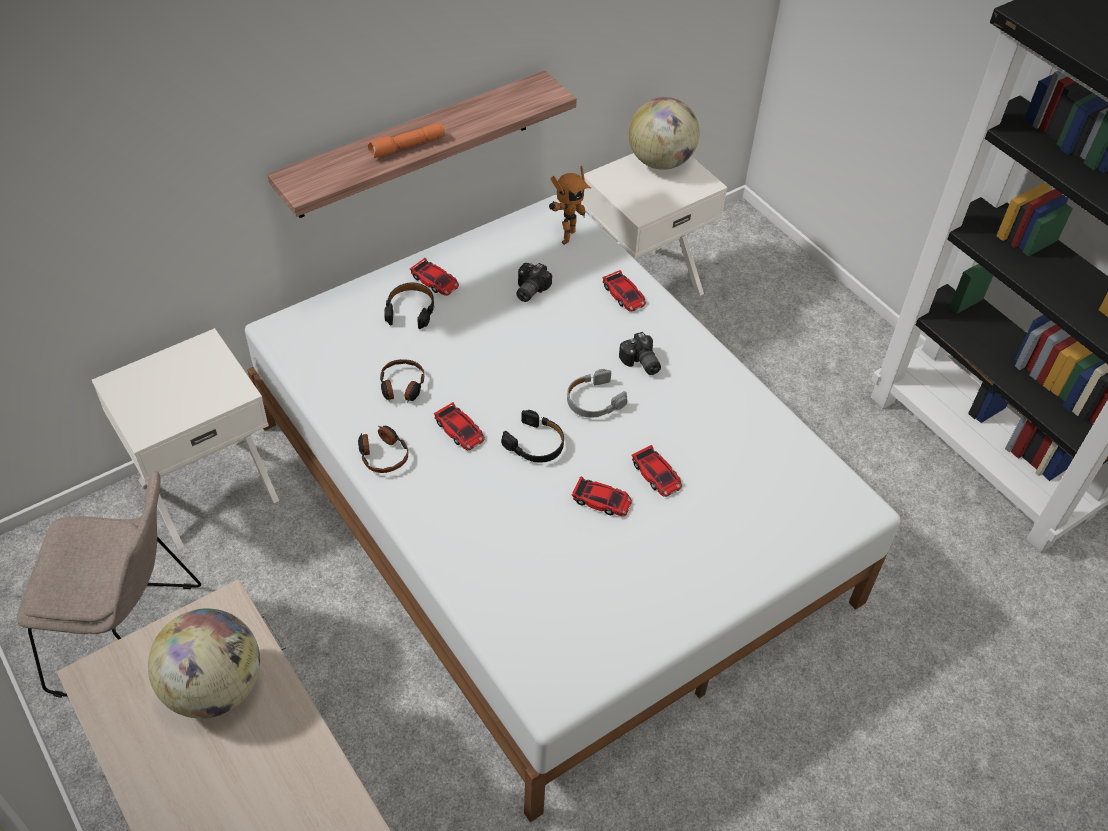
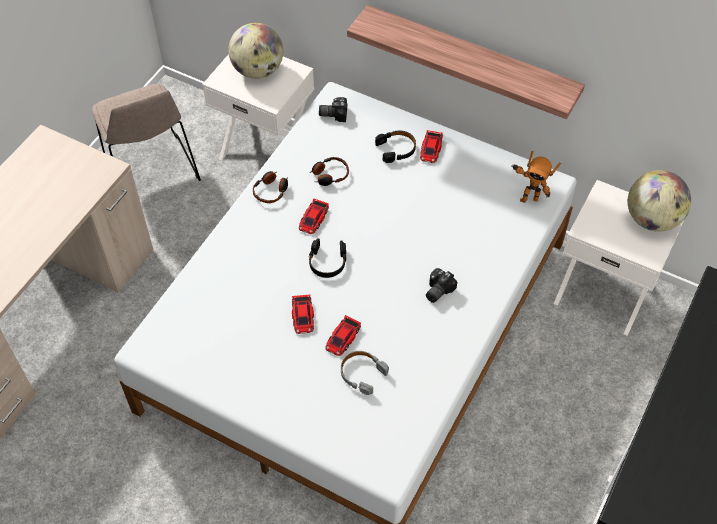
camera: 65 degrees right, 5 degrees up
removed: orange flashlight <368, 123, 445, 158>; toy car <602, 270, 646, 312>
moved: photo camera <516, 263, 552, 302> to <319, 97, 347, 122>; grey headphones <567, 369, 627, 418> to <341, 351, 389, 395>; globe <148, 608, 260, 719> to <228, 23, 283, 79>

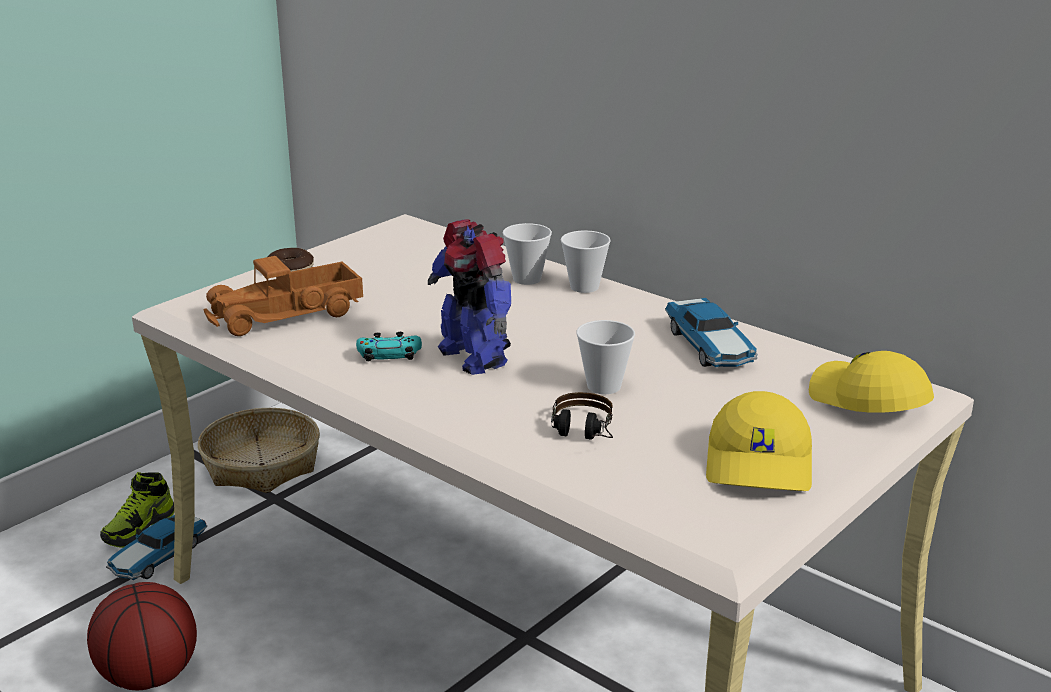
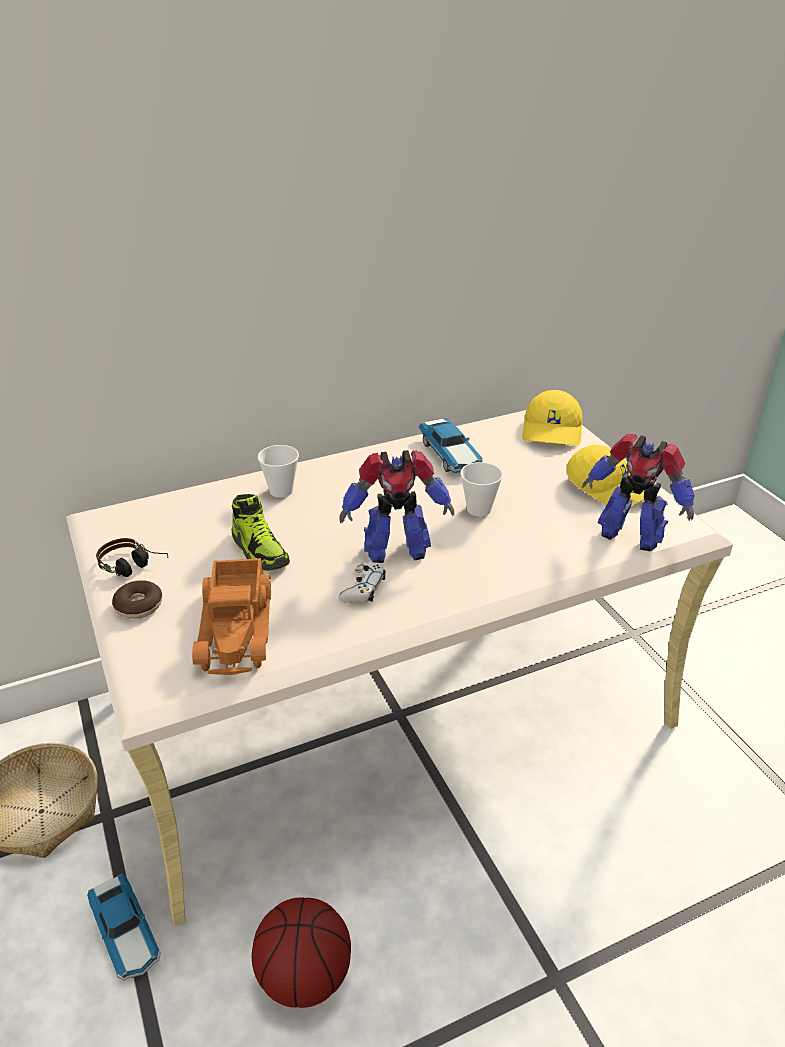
camera: 65 degrees left, 10 degrees up
removed: cup <561, 230, 611, 293>
added: toy robot <582, 434, 695, 551>
moved: headphones <551, 392, 613, 440> to <96, 538, 168, 577>; shoe <100, 472, 174, 548> to <232, 494, 290, 571>
recoloured: turquoise game controller <356, 332, 422, 361> to white game controller <339, 562, 386, 603>
turned: toy car <665, 298, 757, 367> = <419, 418, 483, 473> 60 degrees clockwise; yellow cap <809, 351, 934, 413> = <522, 390, 583, 446> 75 degrees counterclockwise

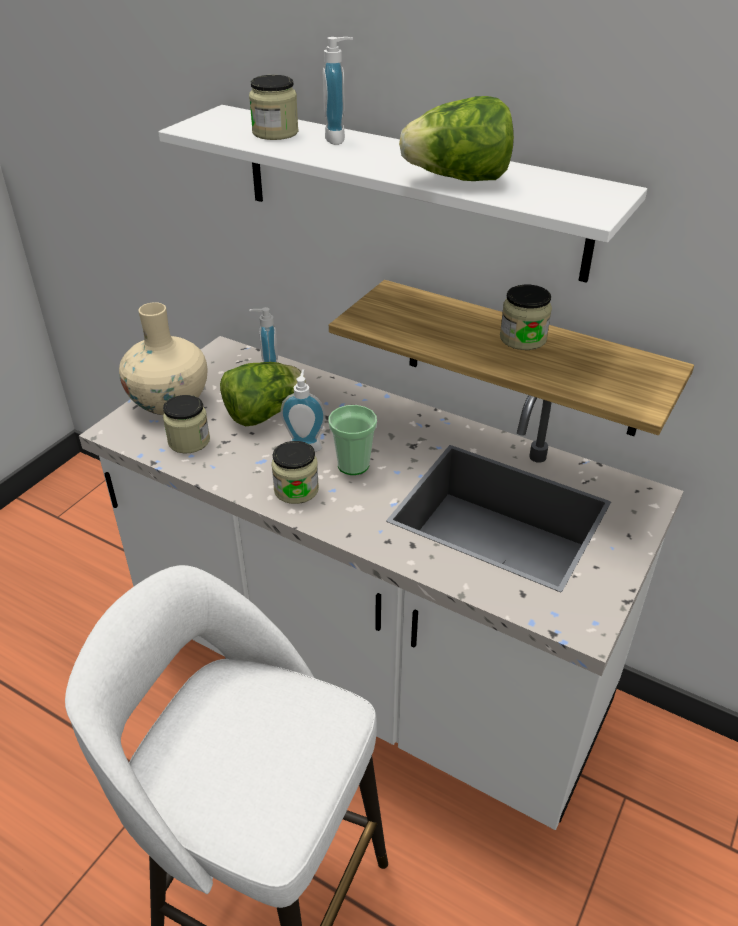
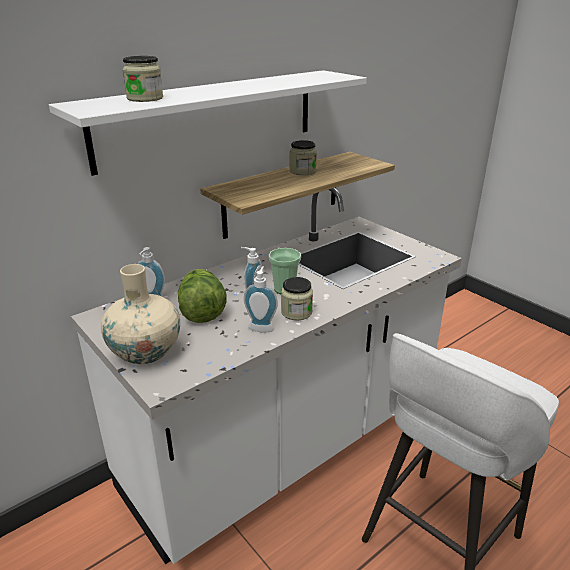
camera: 70 degrees left, 10 degrees down
removed: lettuce <399, 96, 514, 181>; jar <163, 395, 210, 453>
moved: soap dispenser <323, 37, 353, 145> to <244, 266, 278, 332>

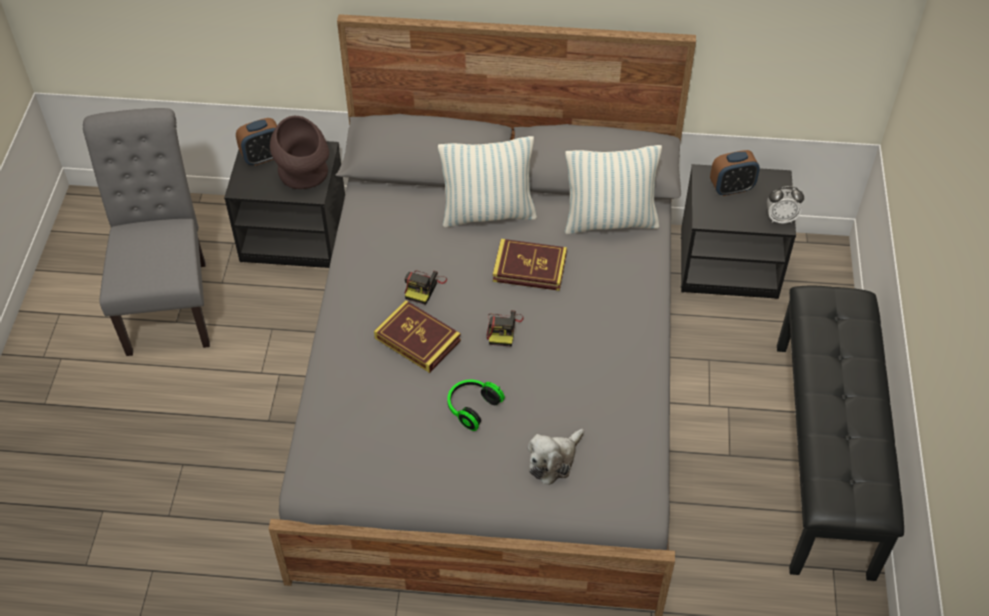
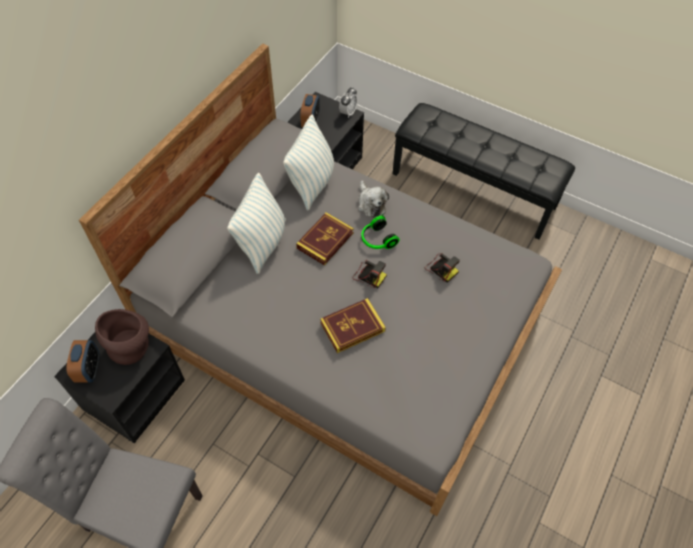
camera: 65 degrees left, 5 degrees up
moved: photo camera <404, 270, 447, 305> to <425, 253, 460, 283>; headphones <447, 380, 505, 431> to <361, 215, 400, 249>; plush toy <528, 429, 584, 485> to <358, 180, 389, 218>

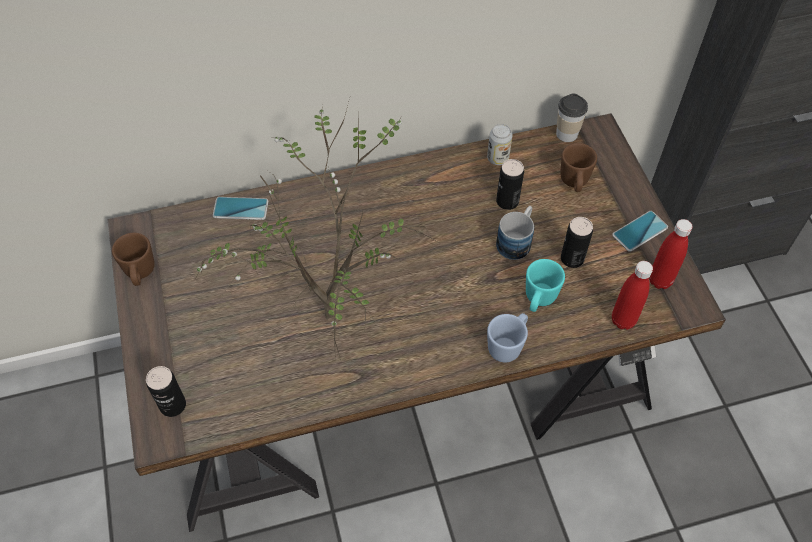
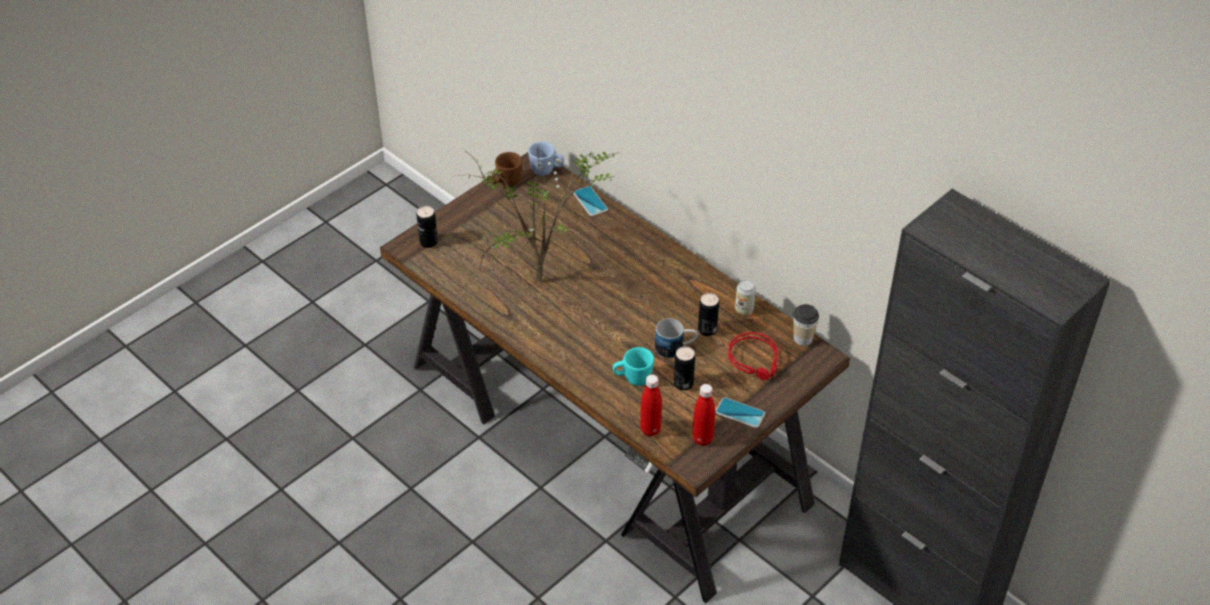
camera: 60 degrees right, 10 degrees down
moved: blue mug <487, 313, 528, 363> to <528, 141, 564, 176>
replaced: brown mug <560, 143, 597, 192> to red headphones <728, 332, 781, 380>

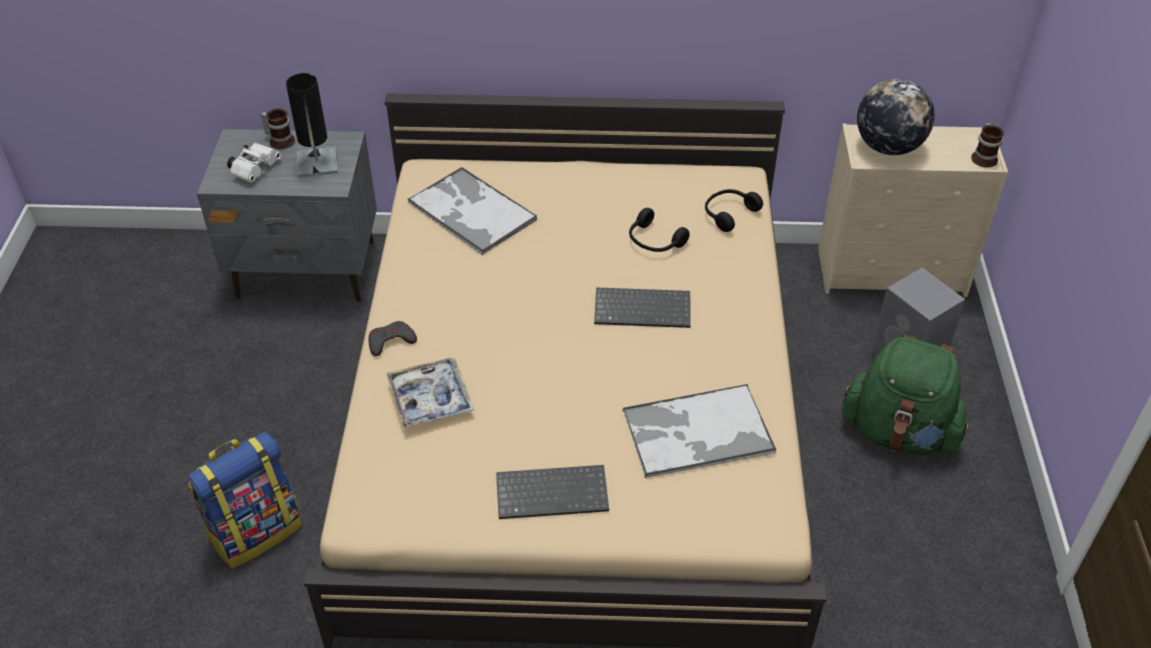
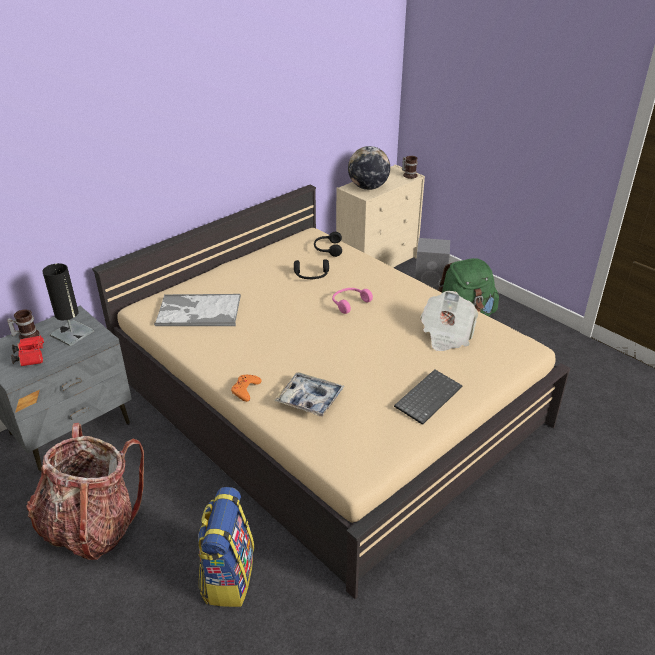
camera: 45 degrees left, 10 degrees down
added: backpack <26, 423, 144, 560>
replaced: keyboard <594, 288, 691, 328> to pink headphones <332, 288, 373, 314>; tray <623, 384, 776, 478> to newspaper <420, 291, 478, 351>
recoloured: white binoculars <227, 143, 281, 183> to red binoculars <11, 336, 44, 366>; grey game controller <369, 321, 417, 356> to orange game controller <231, 375, 261, 402>

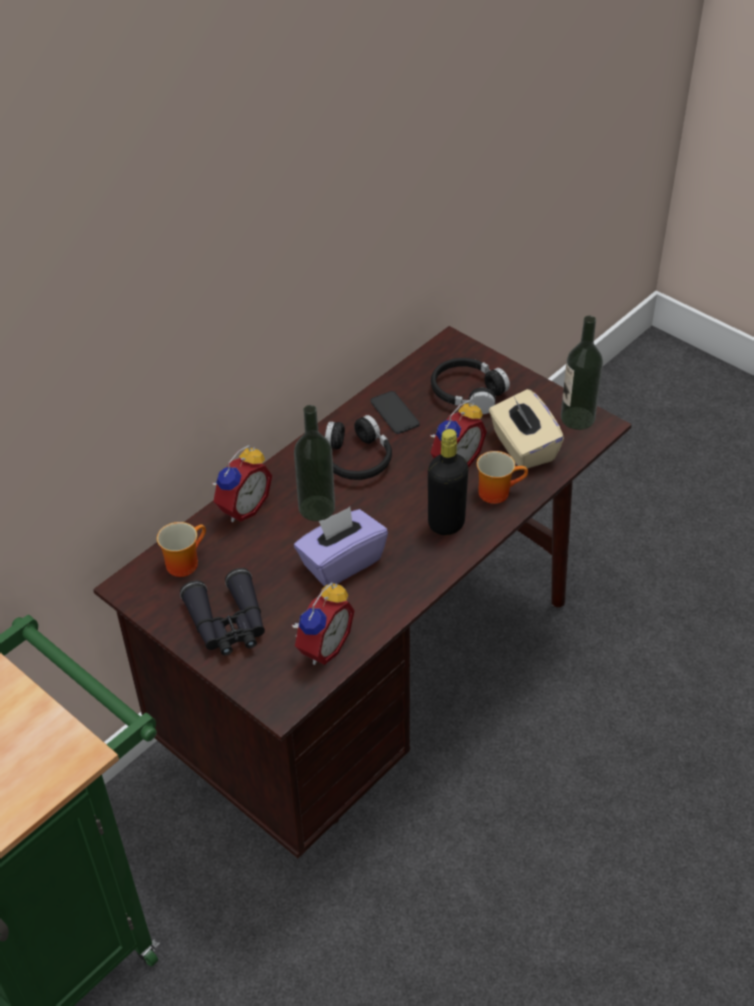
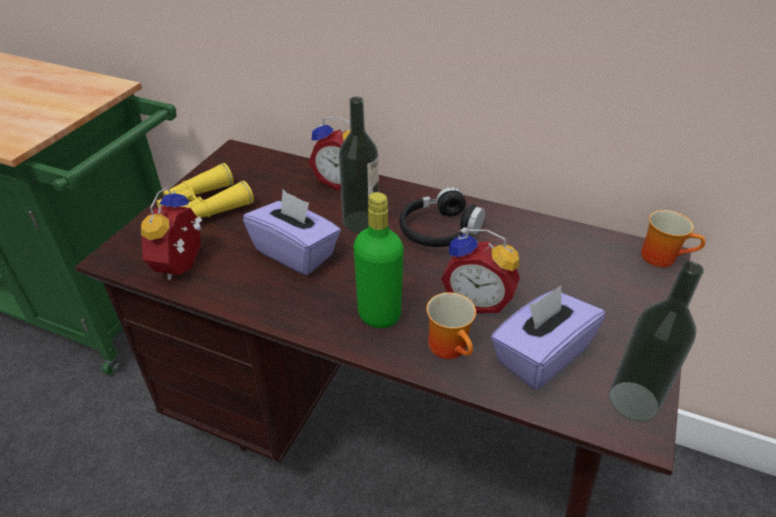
camera: 70 degrees right, 5 degrees down
removed: black headphones <431, 358, 510, 414>; phone <370, 391, 420, 434>
moved: mug <157, 522, 206, 577> to <641, 210, 705, 267>
recoloured: beige tissue box <489, 389, 564, 469> to purple tissue box <491, 286, 605, 389>; black bottle <428, 429, 469, 535> to green bottle <354, 192, 404, 328>; black binoculars <180, 568, 265, 655> to yellow binoculars <156, 163, 254, 218>
turned: alarm clock <292, 583, 355, 665> = <141, 187, 203, 280> 90 degrees clockwise

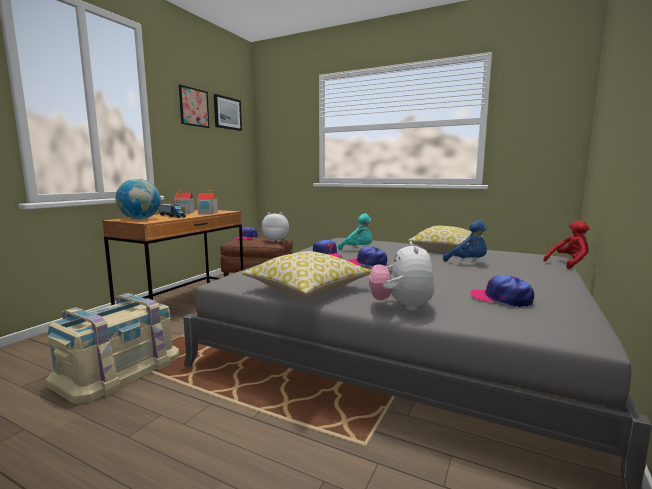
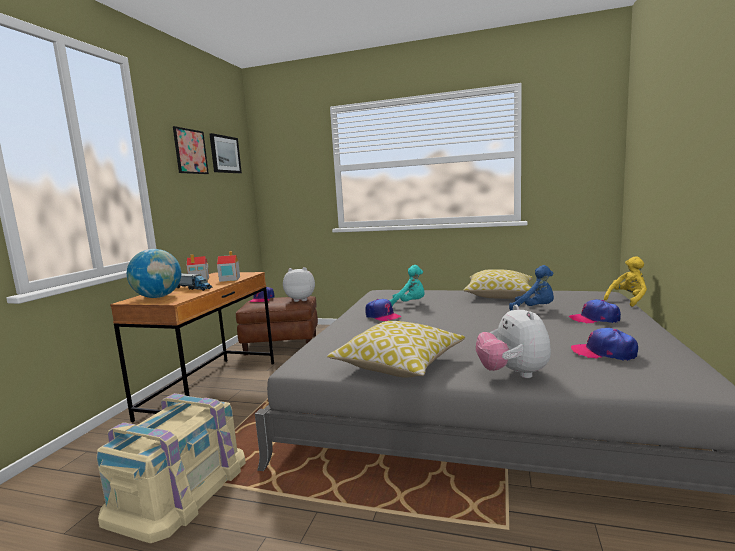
camera: 10 degrees left, 0 degrees up
moved: cap <347, 247, 387, 266> to <569, 299, 621, 323>
recoloured: red plush toy <543, 221, 590, 269> to yellow plush toy <604, 256, 647, 307>

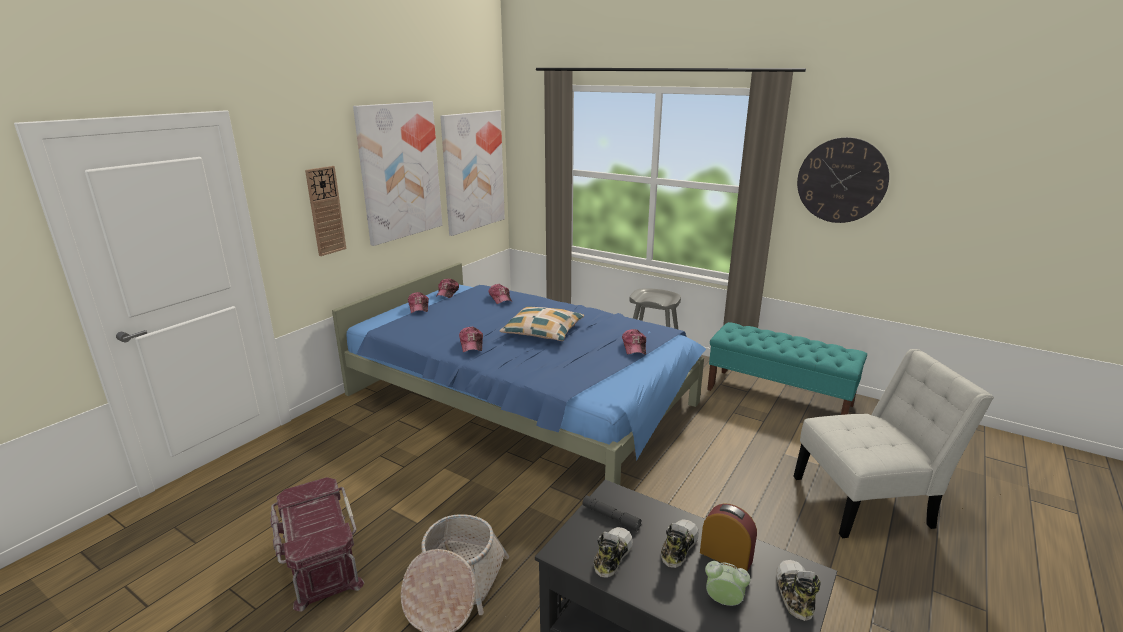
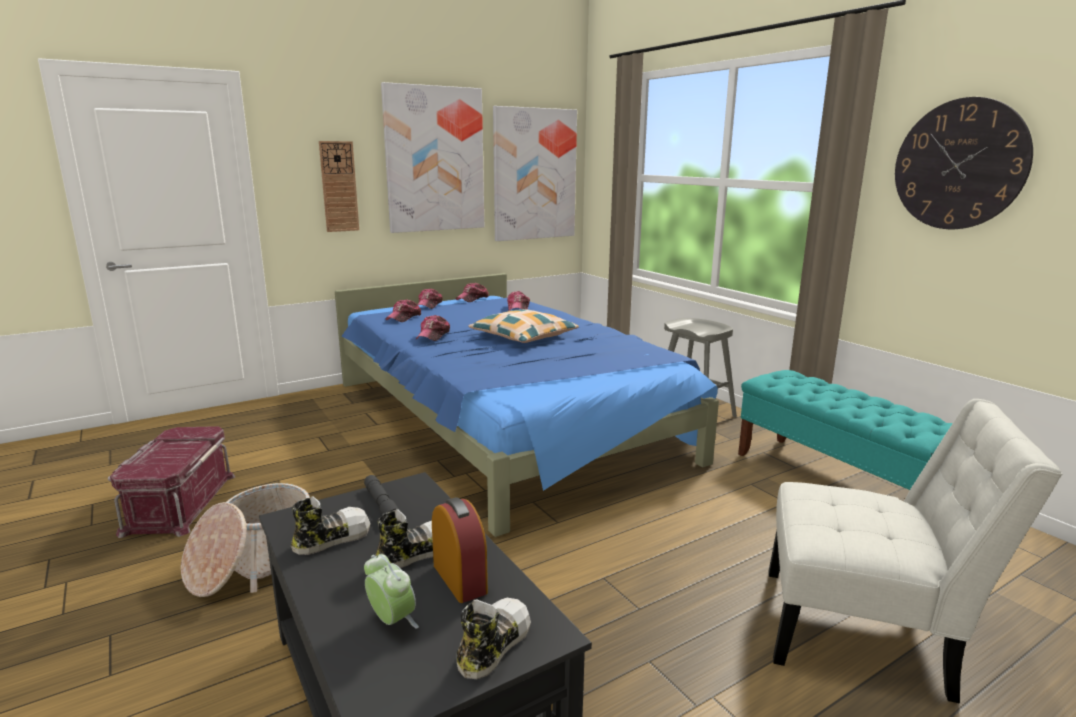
camera: 25 degrees right, 5 degrees down
moved: cap <622, 329, 646, 355> to <385, 299, 421, 322>

